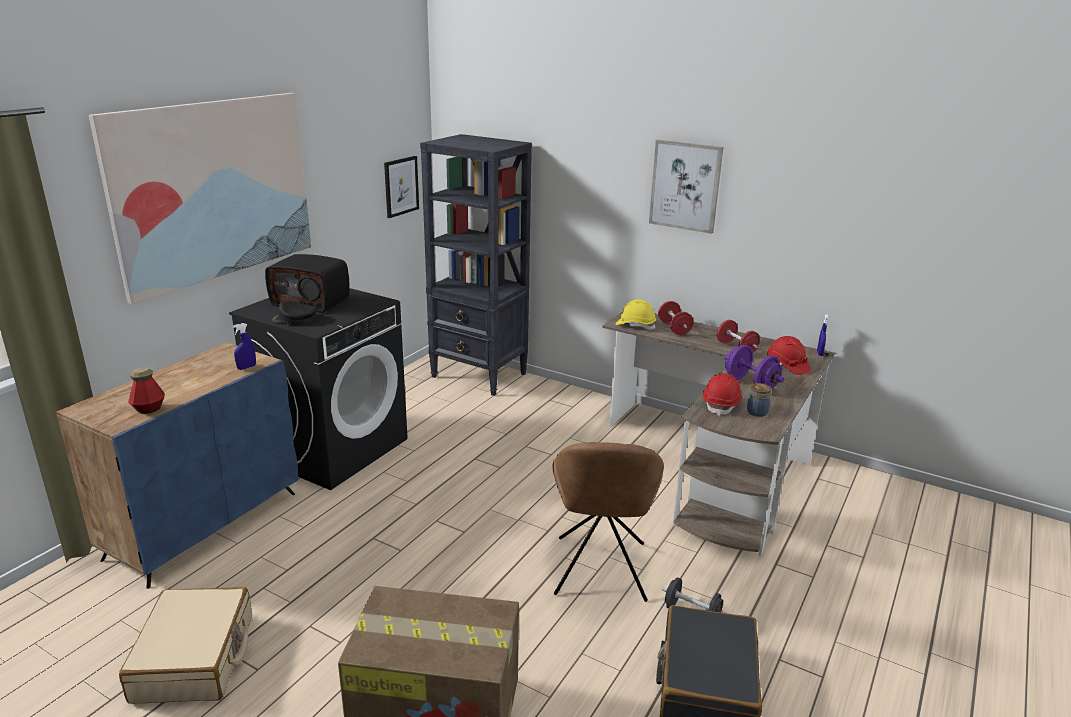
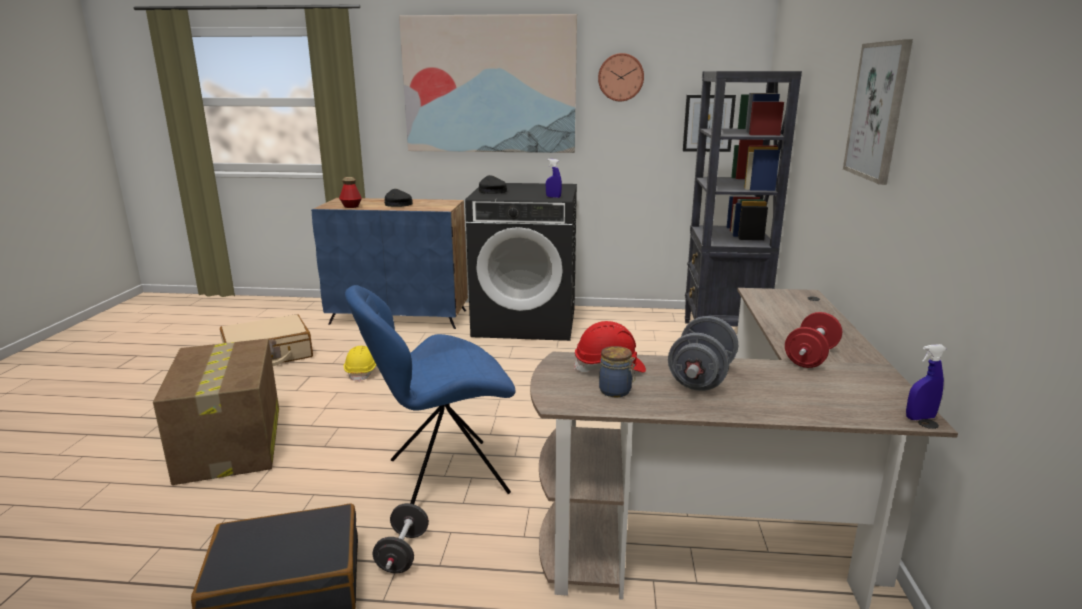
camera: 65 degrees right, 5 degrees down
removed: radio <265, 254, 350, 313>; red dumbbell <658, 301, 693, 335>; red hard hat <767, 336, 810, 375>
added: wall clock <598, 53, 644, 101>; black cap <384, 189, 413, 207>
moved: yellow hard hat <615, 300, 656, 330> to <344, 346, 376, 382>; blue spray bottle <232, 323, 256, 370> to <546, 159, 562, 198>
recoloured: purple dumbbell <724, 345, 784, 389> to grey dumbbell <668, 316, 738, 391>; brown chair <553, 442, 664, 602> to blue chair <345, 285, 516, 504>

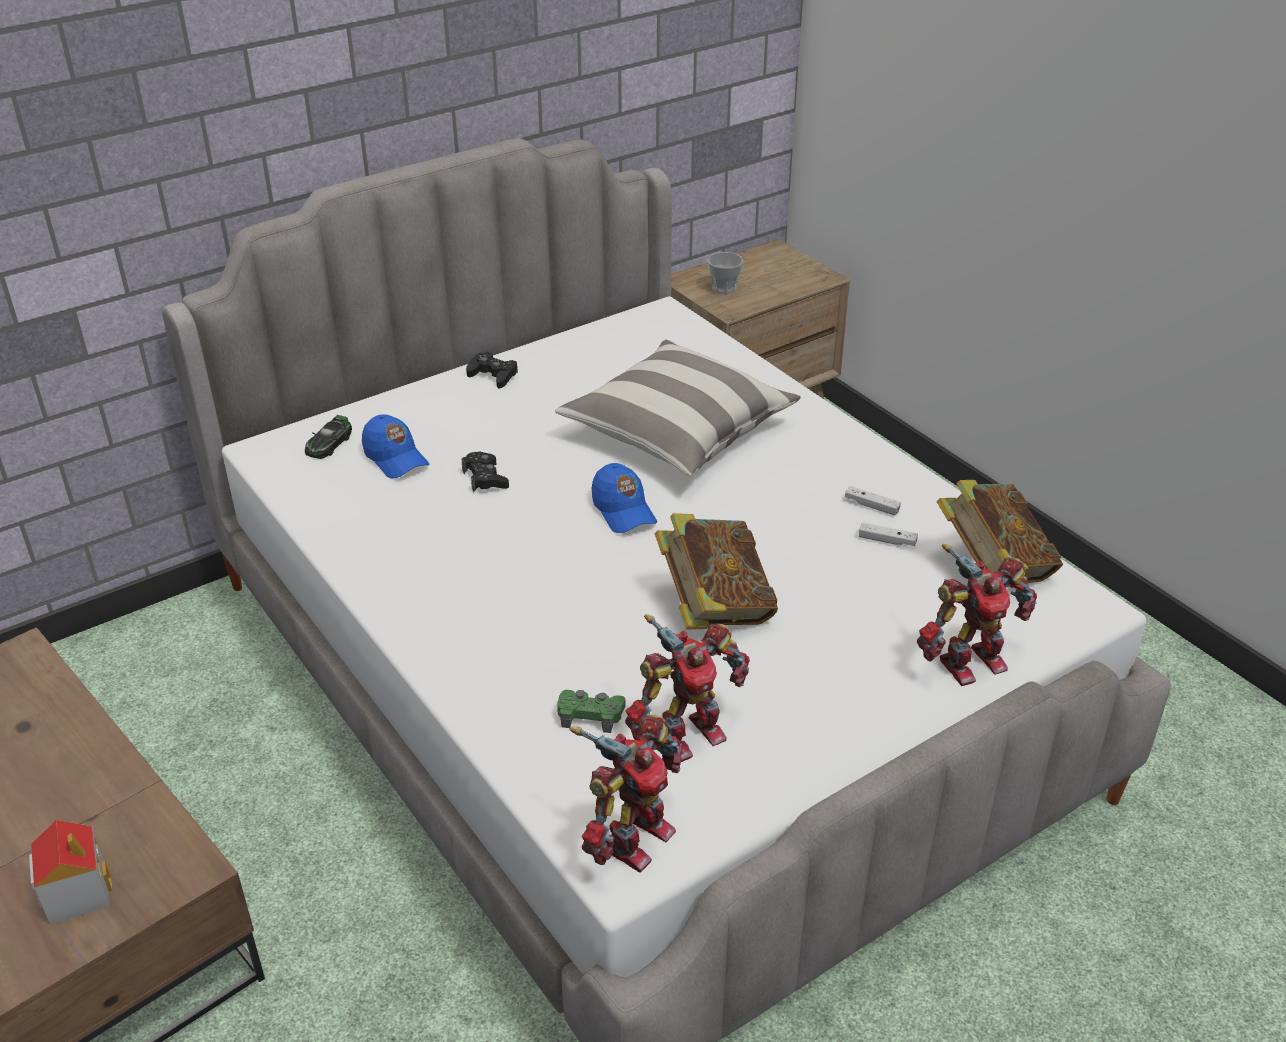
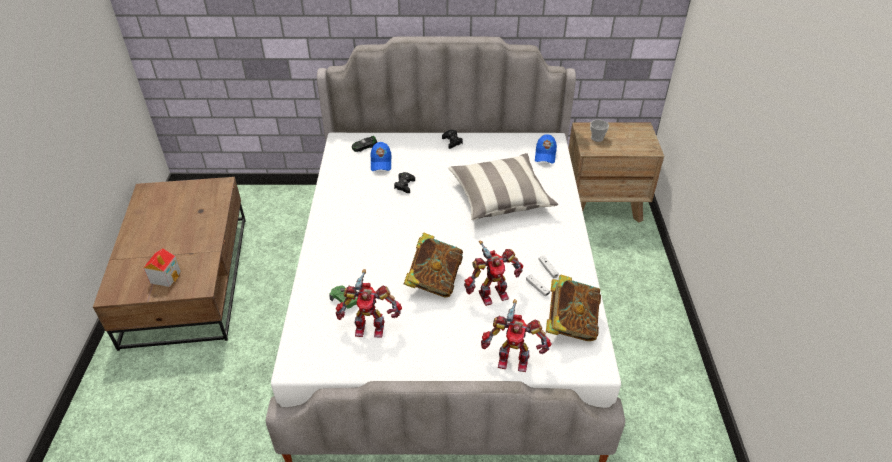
camera: 35 degrees right, 5 degrees up
moved: blue cap <592, 463, 657, 533> to <535, 134, 557, 164>; toy robot <569, 714, 684, 873> to <464, 240, 523, 306>

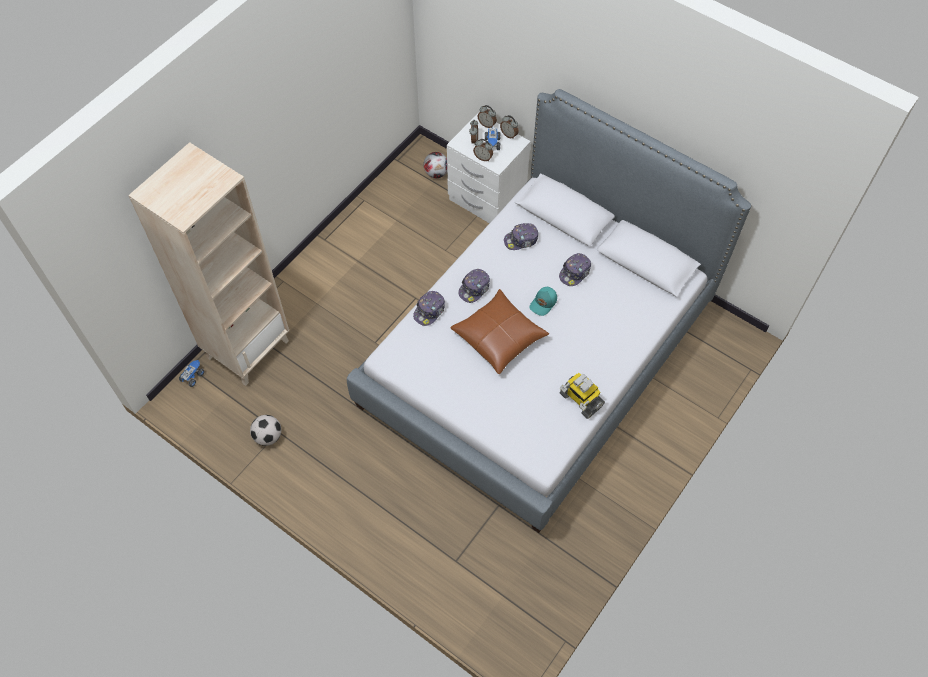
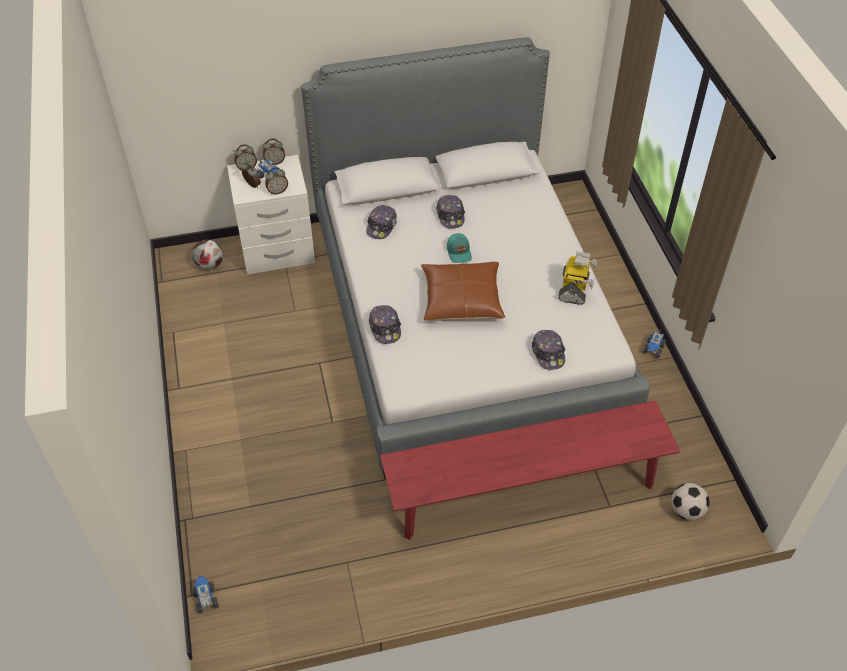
camera: 50 degrees left, 10 degrees down
removed: beige bookcase <128, 142, 289, 386>
added: toy truck <642, 330, 666, 358>; red bench <380, 401, 680, 540>
moved: cap <458, 269, 490, 303> to <532, 330, 566, 370>; football <250, 415, 281, 446> to <671, 483, 710, 520>
turned: toy robot <560, 373, 605, 419> = <558, 252, 597, 305> 75 degrees counterclockwise

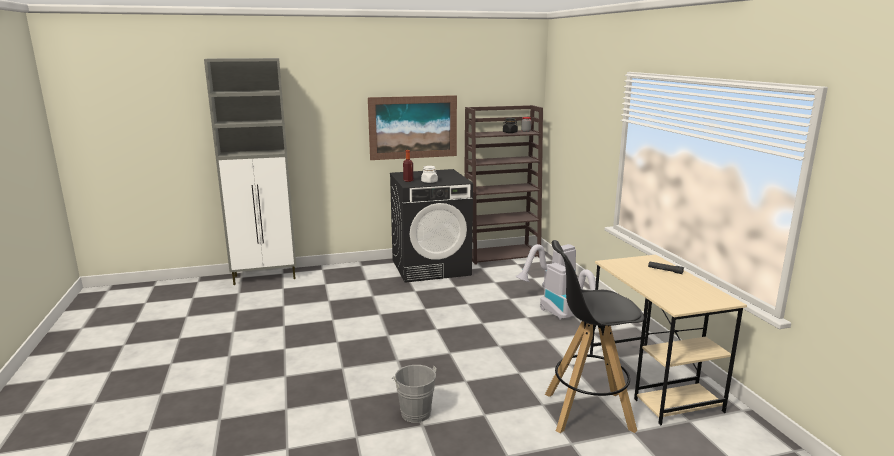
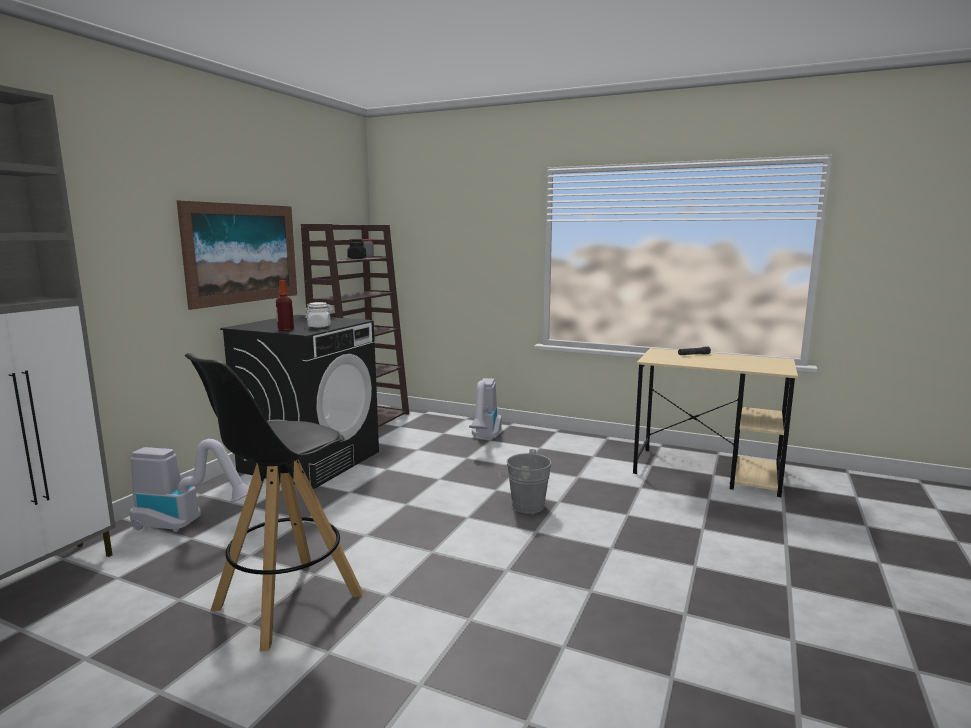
camera: 50 degrees left, 5 degrees down
moved: black stool <545, 240, 644, 433> to <185, 353, 363, 652>; vacuum cleaner <540, 263, 596, 320> to <129, 439, 249, 532>; grey bucket <392, 365, 437, 423> to <499, 449, 552, 514>

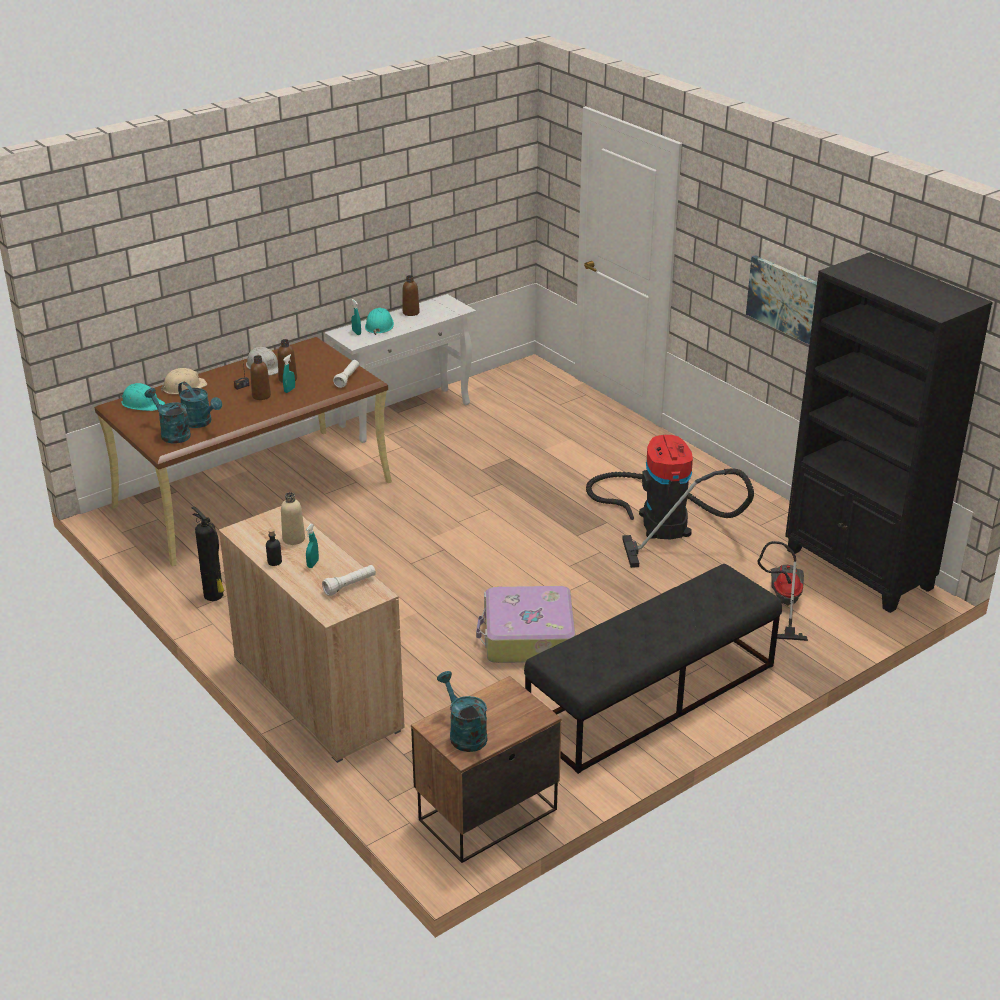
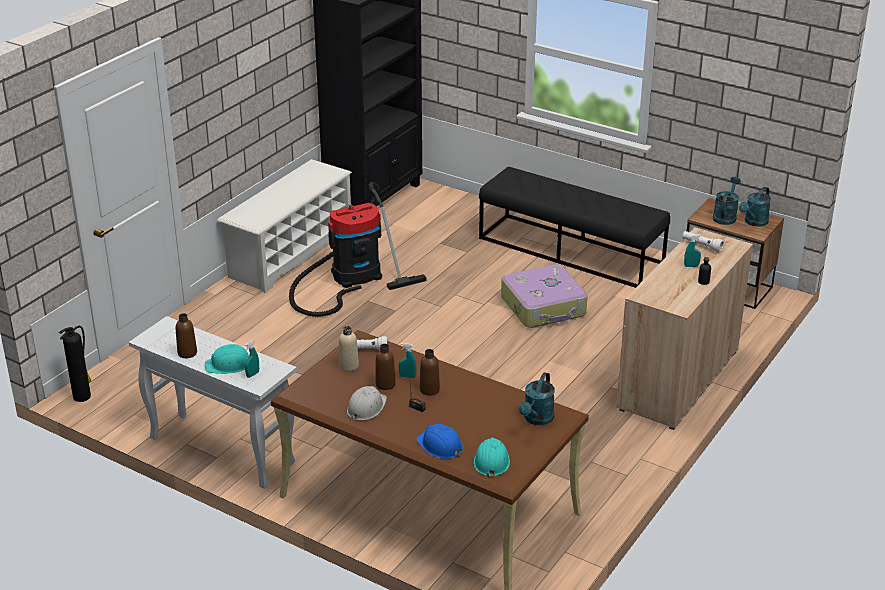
camera: 110 degrees left, 0 degrees up
removed: picture <746, 255, 817, 344>; vacuum cleaner <757, 541, 808, 641>
added: white shoe rack <217, 159, 352, 293>
moved: turquoise watering can <178, 382, 222, 428> to <713, 177, 741, 225>; beige bottle <281, 492, 305, 545> to <339, 326, 359, 372>; fire extinguisher <192, 506, 225, 601> to <59, 326, 91, 402>
recoloured: beige hard hat <161, 368, 207, 394> to blue hard hat <416, 424, 463, 459>

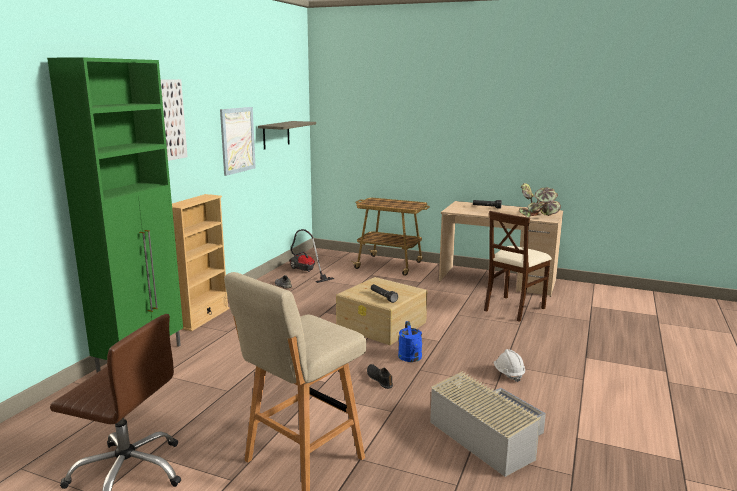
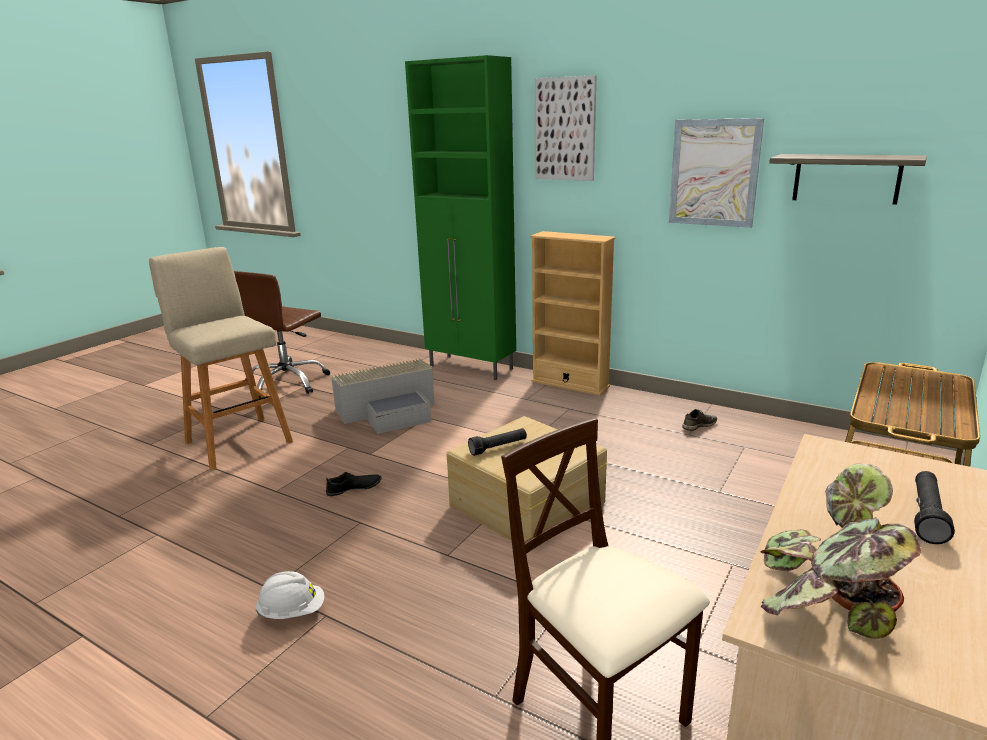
camera: 100 degrees right, 5 degrees up
removed: vacuum cleaner <289, 229, 334, 283>; blue watering can <398, 321, 422, 362>
moved: grey storage box <430, 371, 546, 477> to <331, 359, 435, 434>

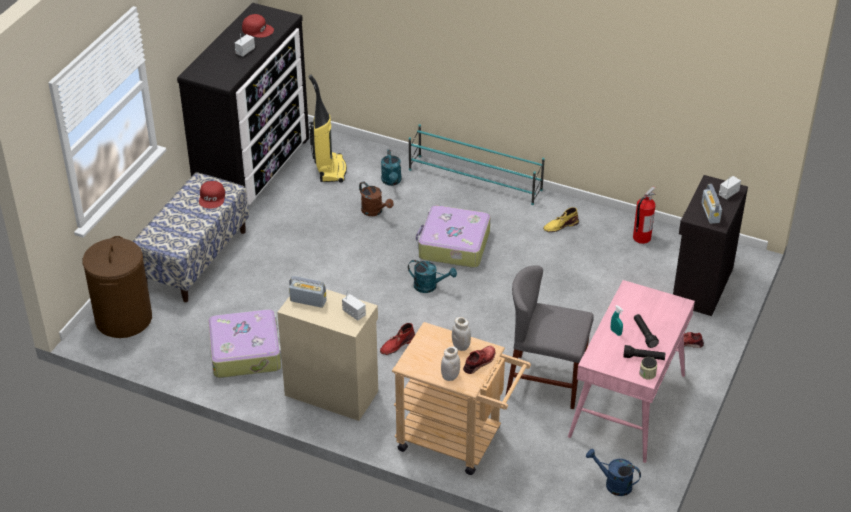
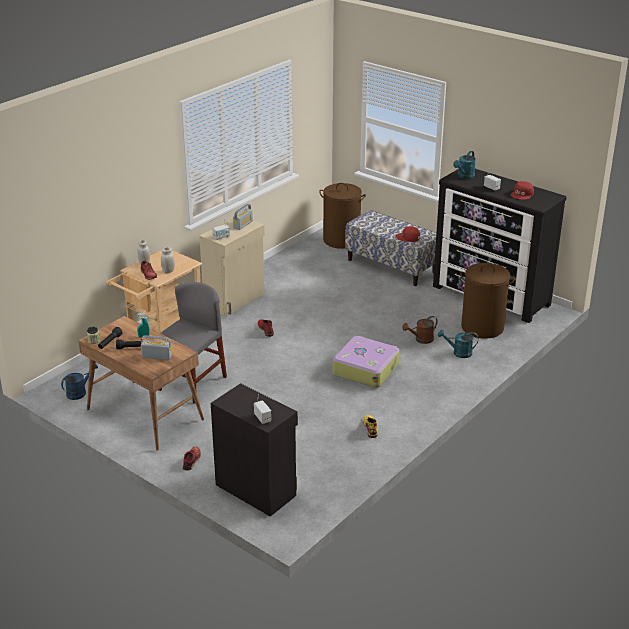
camera: 105 degrees right, 10 degrees down
removed: turquoise shoe rack <409, 124, 545, 205>; fire extinguisher <633, 186, 656, 244>; suitcase <208, 309, 282, 378>
moved: radio <702, 184, 722, 224> to <141, 335, 172, 360>; turquoise watering can <408, 260, 457, 293> to <453, 151, 476, 179>
replaced: vacuum cleaner <308, 75, 347, 182> to brown laundry basket <460, 263, 515, 339>
recoloured: pink desk <568, 280, 695, 463> to brown desk <78, 316, 204, 451>

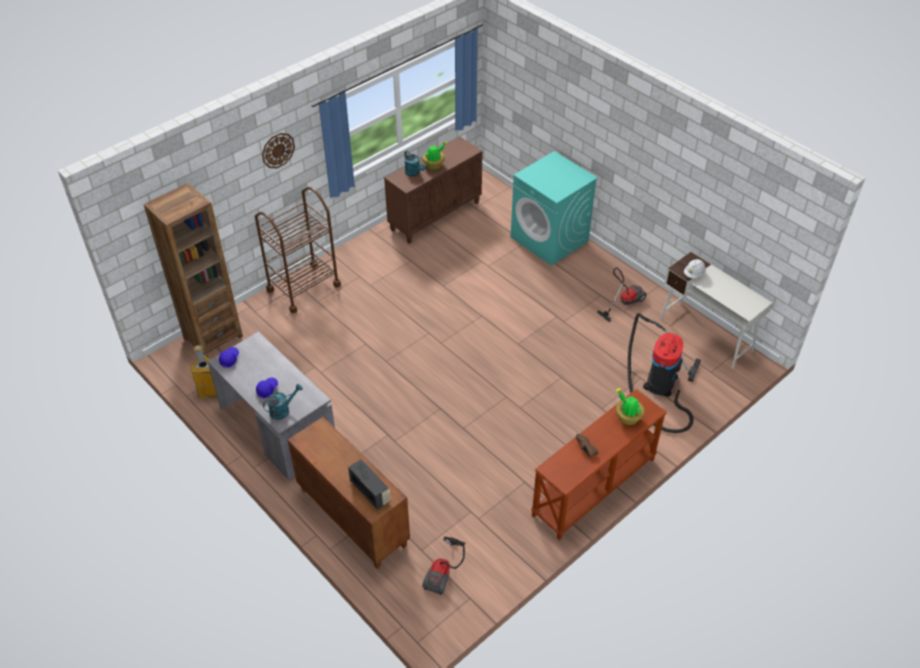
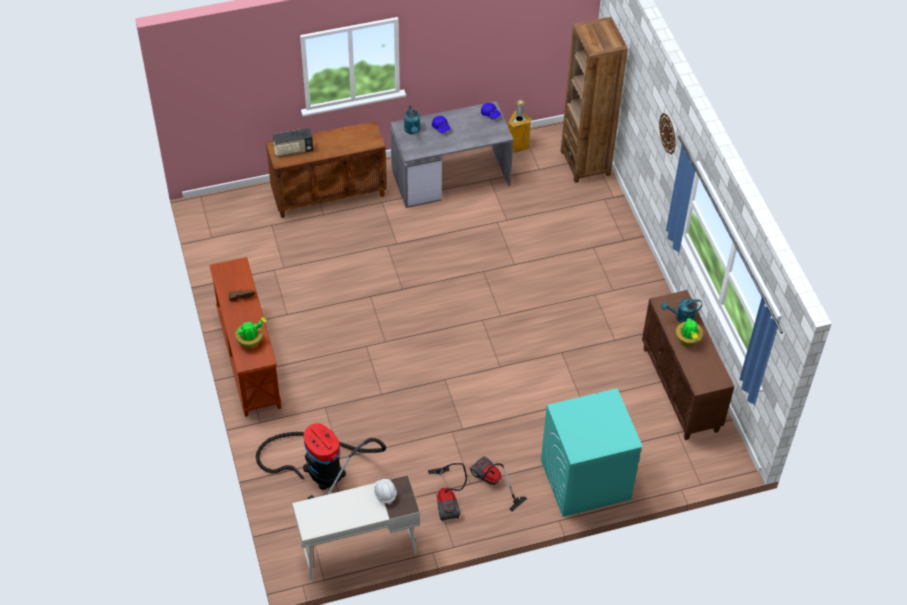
camera: 115 degrees right, 5 degrees up
removed: brown cart <255, 187, 341, 313>
moved: vacuum cleaner <422, 536, 465, 595> to <470, 456, 527, 511>

